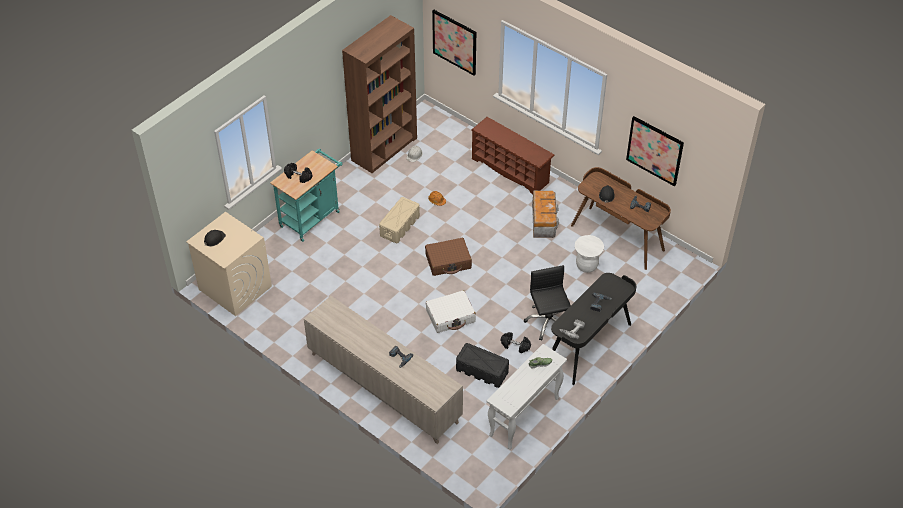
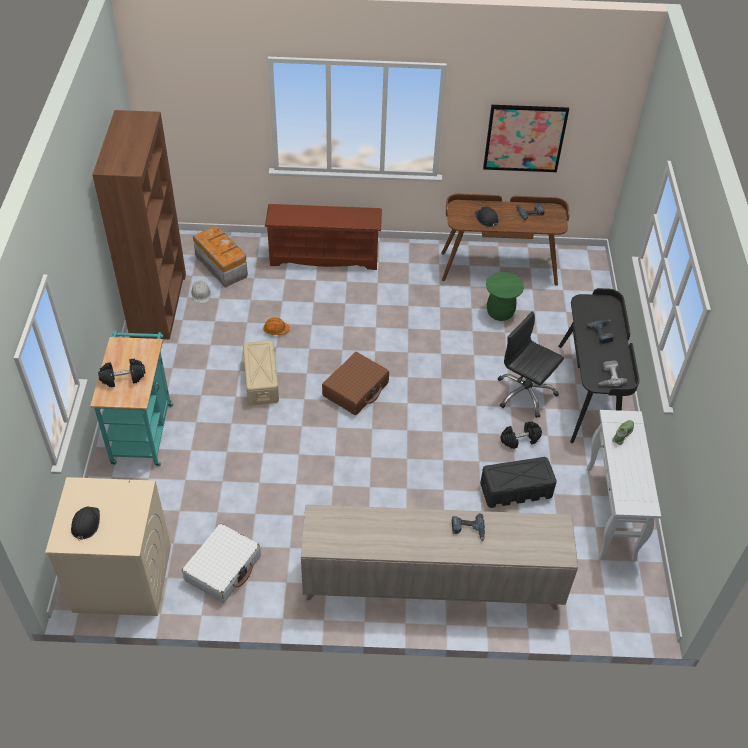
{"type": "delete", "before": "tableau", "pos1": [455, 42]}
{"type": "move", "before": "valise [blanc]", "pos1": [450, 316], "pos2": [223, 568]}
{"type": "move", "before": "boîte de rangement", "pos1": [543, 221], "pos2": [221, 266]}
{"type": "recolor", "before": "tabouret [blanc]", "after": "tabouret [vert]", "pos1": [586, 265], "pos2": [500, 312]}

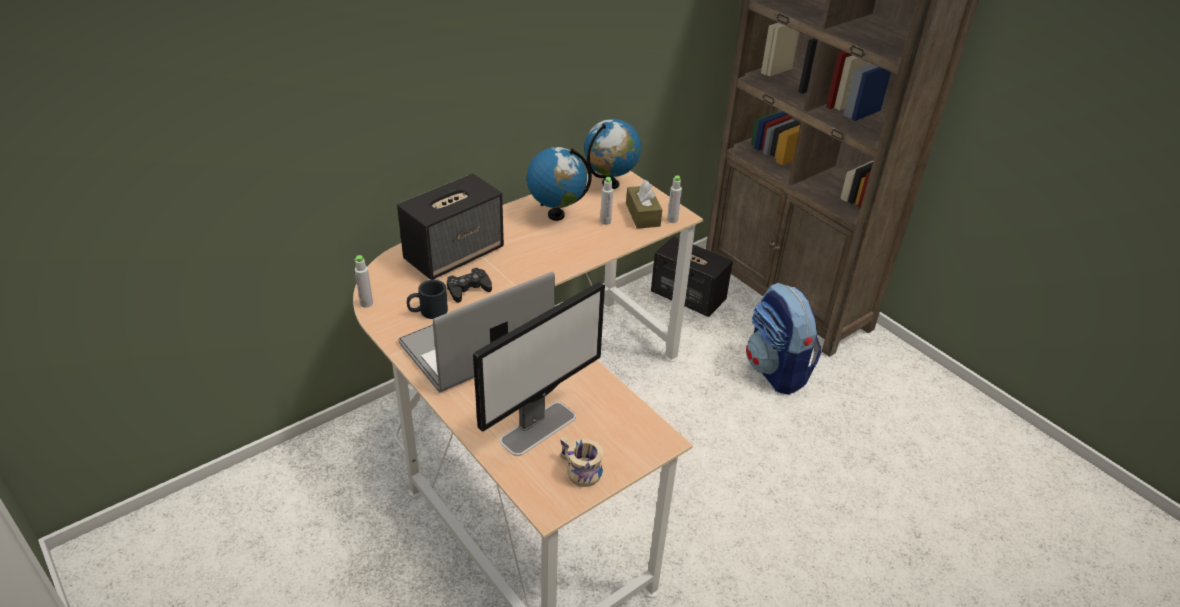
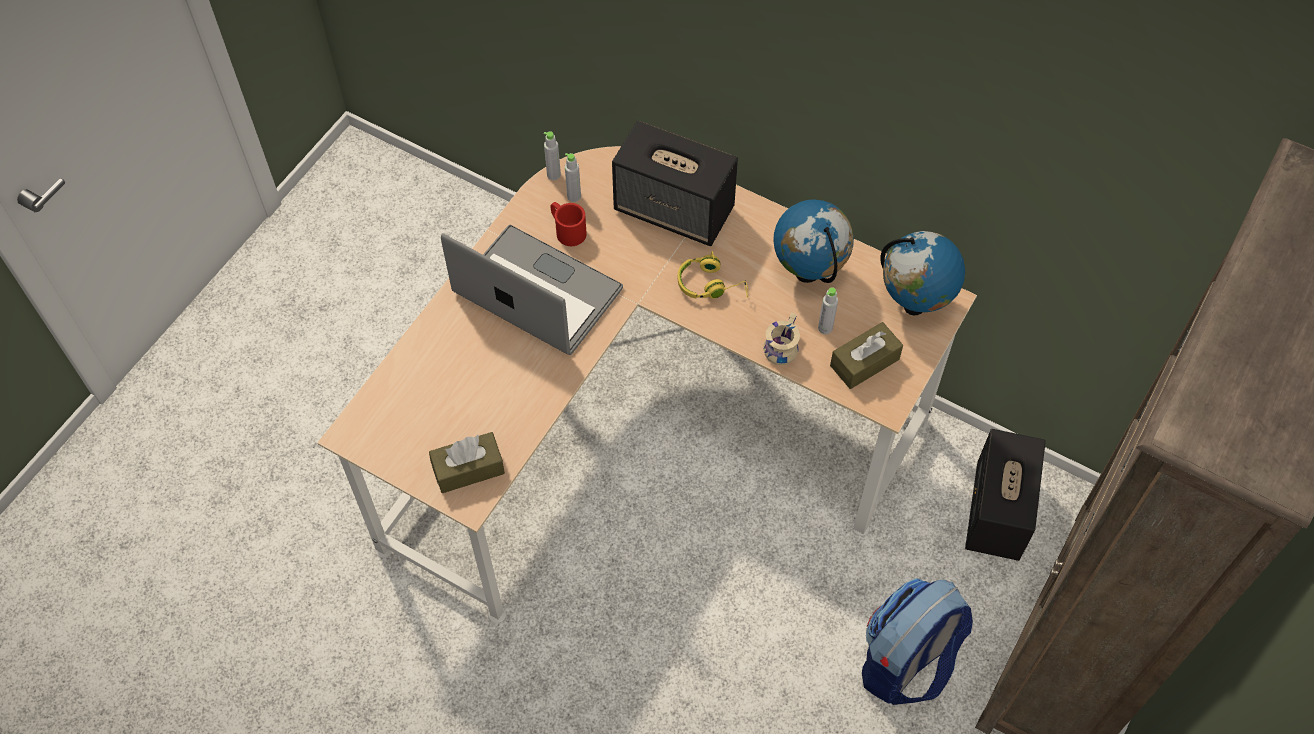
{"type": "delete", "before": "manette [noir]", "pos1": [468, 289]}
{"type": "delete", "before": "écran d'ordinateur", "pos1": [539, 428]}
{"type": "insert", "after": "boîte à mouchoirs [marron]", "pos2": [468, 469]}
{"type": "insert", "after": "casque audio [jaune]", "pos2": [711, 284]}
{"type": "move", "before": "mug [beige]", "pos1": [578, 471], "pos2": [780, 346]}
{"type": "move", "before": "bouteille [gris]", "pos1": [672, 220], "pos2": [574, 196]}
{"type": "recolor", "before": "mug [noir]", "after": "mug [rouge]", "pos1": [428, 311], "pos2": [567, 230]}

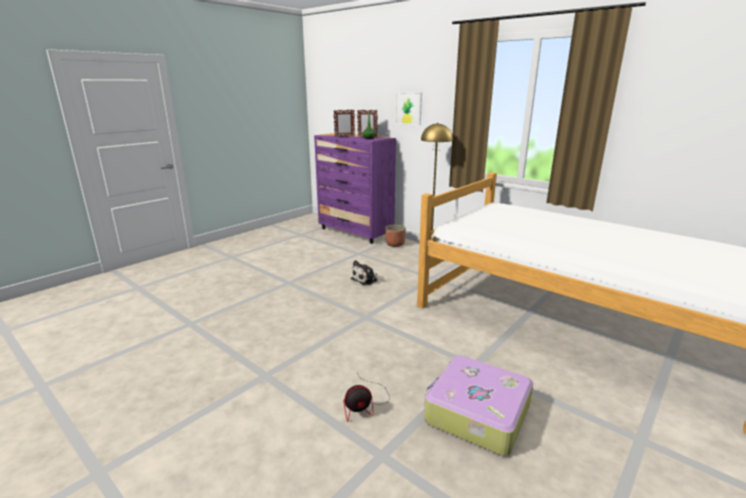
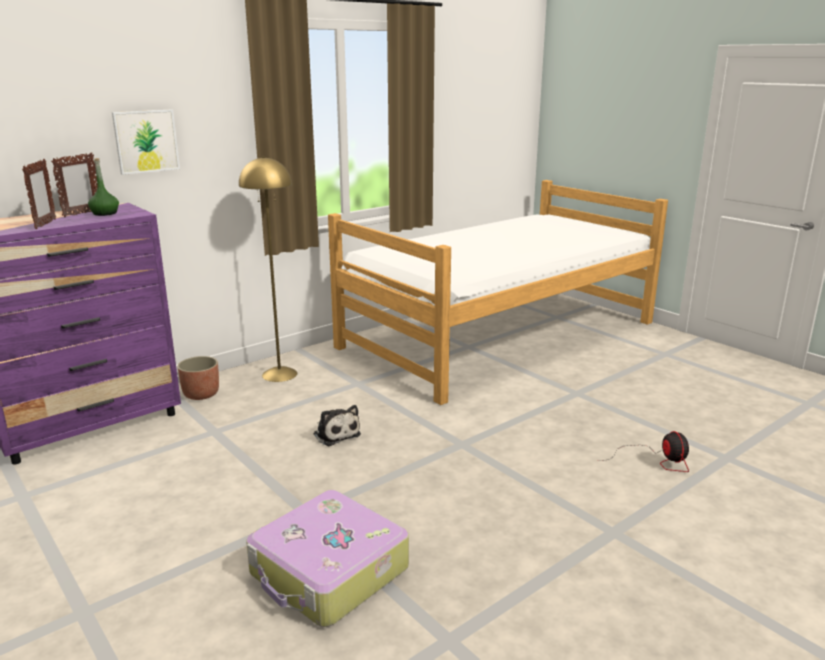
{"type": "move", "before": "valise", "pos1": [476, 413], "pos2": [329, 572]}

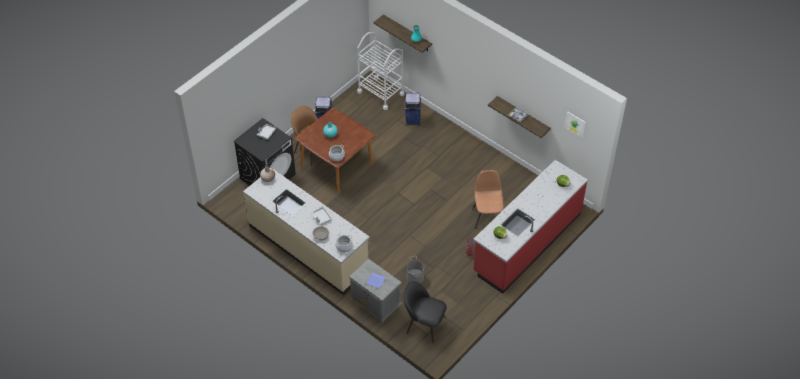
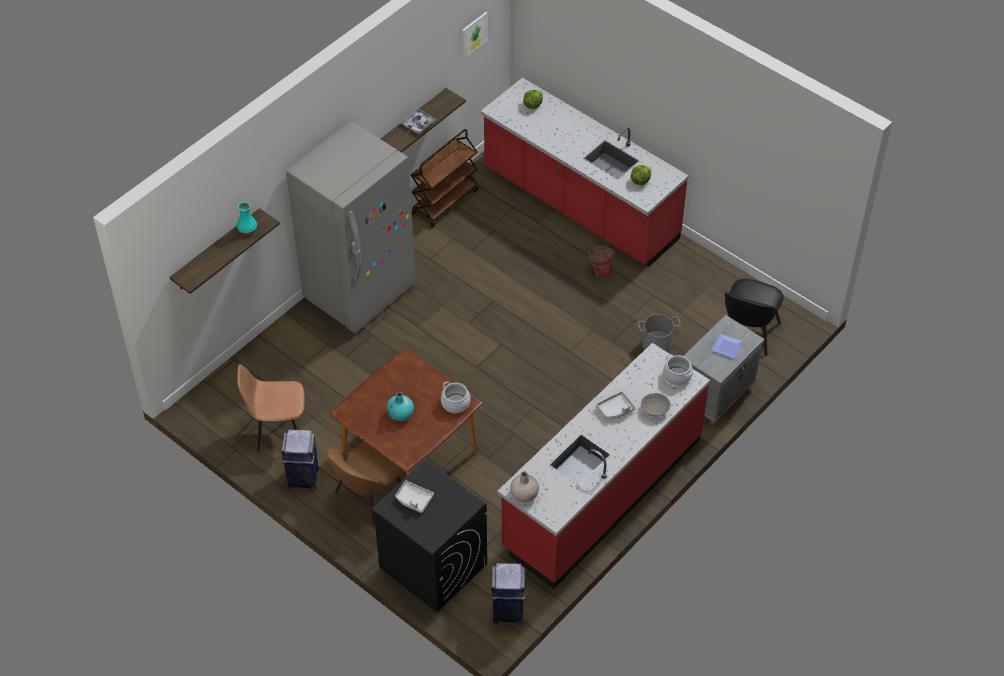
{"type": "delete", "before": "chariot [blanc]", "pos1": [380, 93]}
{"type": "insert", "after": "réfrigérateur [gris]", "pos2": [359, 292]}
{"type": "insert", "after": "chariot [marron]", "pos2": [445, 201]}
{"type": "move", "before": "poubelle [bleu]", "pos1": [412, 120], "pos2": [508, 611]}
{"type": "move", "before": "chaise [marron]", "pos1": [487, 216], "pos2": [278, 430]}
{"type": "recolor", "before": "comptoir de cuisine [beige]", "after": "comptoir de cuisine [rouge]", "pos1": [308, 247], "pos2": [601, 493]}

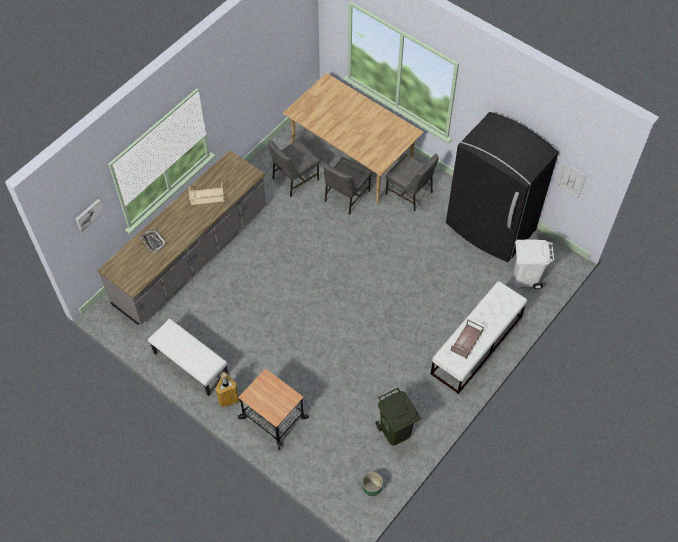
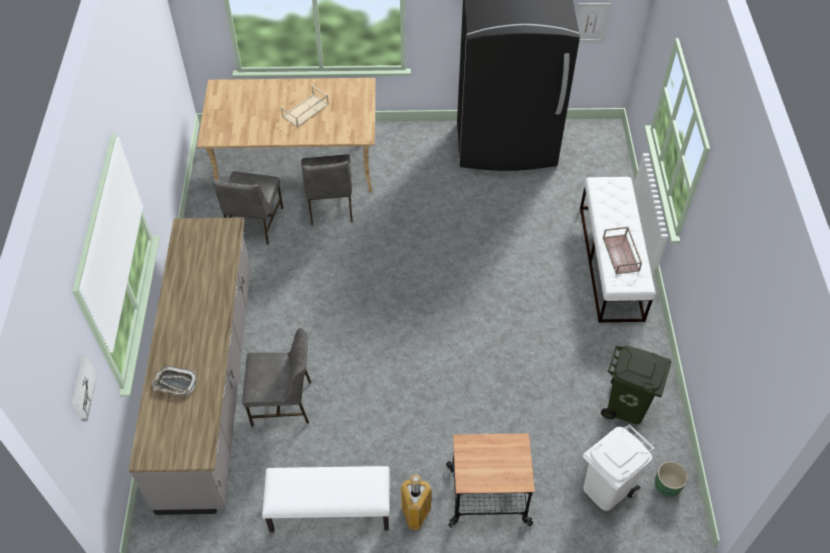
{"type": "move", "before": "plateau [beige]", "pos1": [206, 196], "pos2": [305, 111]}
{"type": "move", "before": "chaise [gris]", "pos1": [410, 193], "pos2": [283, 402]}
{"type": "move", "before": "poubelle [blanc]", "pos1": [526, 277], "pos2": [605, 488]}

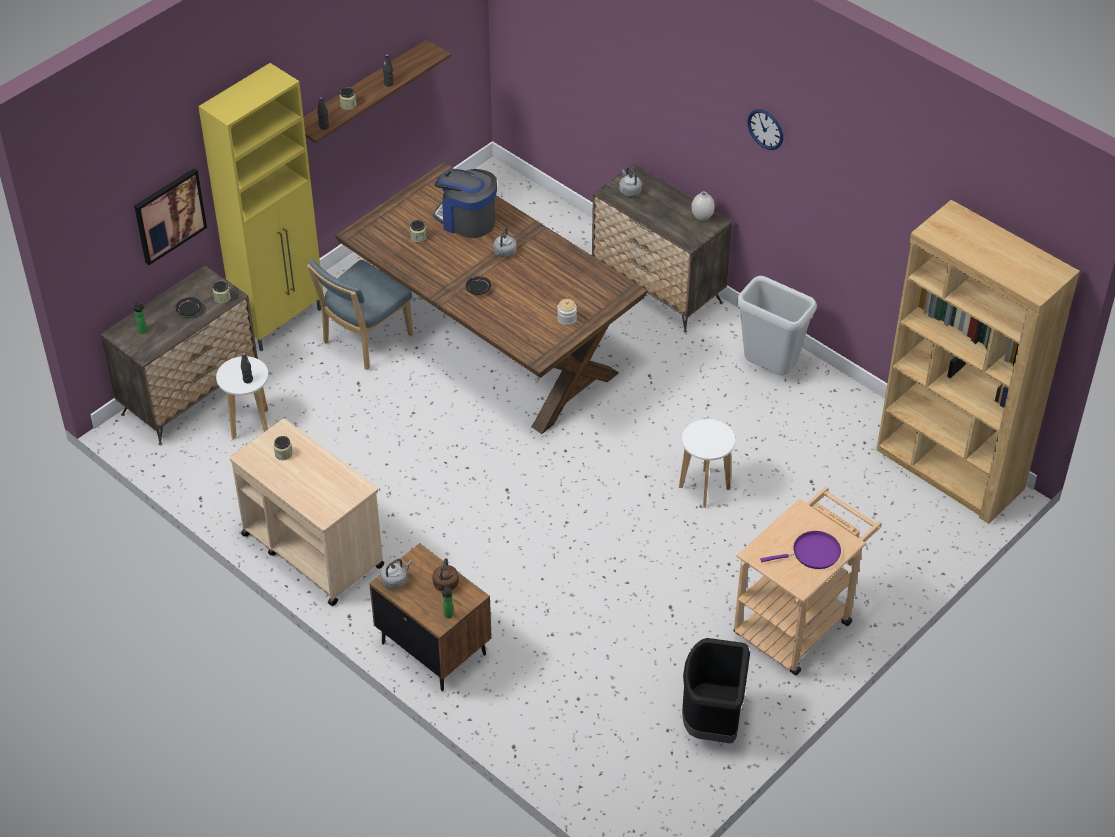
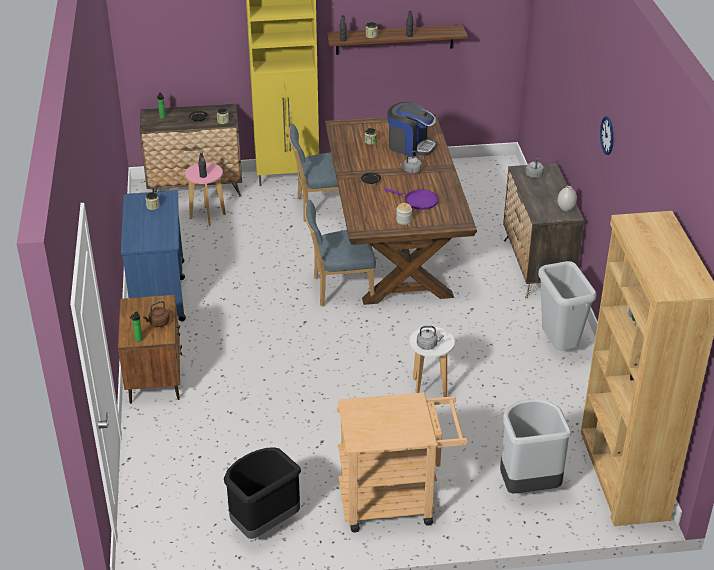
{"type": "delete", "before": "tableau", "pos1": [169, 215]}
{"type": "insert", "after": "chaise [bleu]", "pos2": [340, 289]}
{"type": "insert", "after": "poubelle [gris]", "pos2": [527, 485]}
{"type": "move", "before": "bouilloire [gris]", "pos1": [395, 580], "pos2": [428, 345]}
{"type": "move", "before": "poêle [violet]", "pos1": [812, 553], "pos2": [418, 201]}
{"type": "recolor", "before": "tabouret [blanc]", "after": "tabouret [rose]", "pos1": [250, 424], "pos2": [208, 216]}
{"type": "recolor", "before": "chariot [beige]", "after": "chariot [bleu]", "pos1": [312, 549], "pos2": [158, 292]}
{"type": "rotate", "before": "machine à café", "pos1": [466, 220], "pos2": [410, 146], "turn": 135}

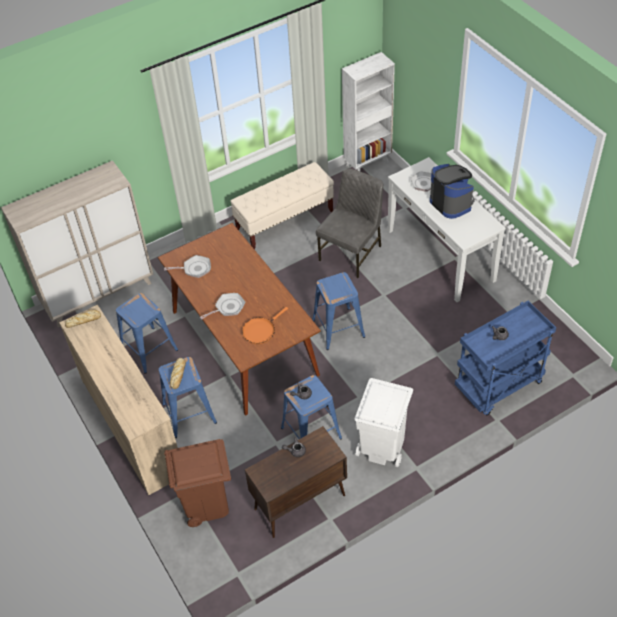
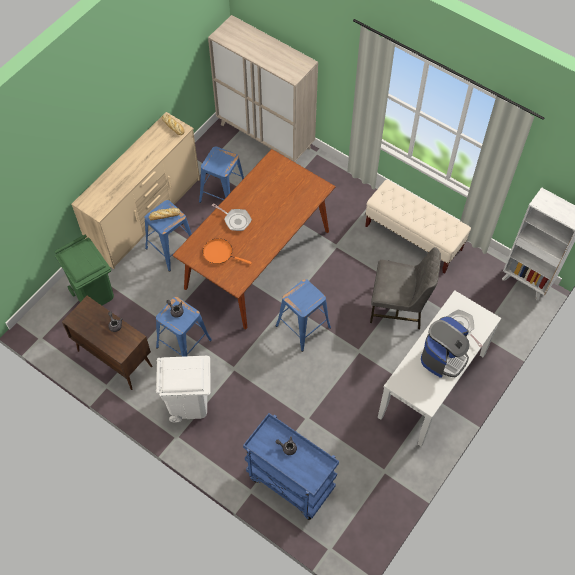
{"type": "delete", "before": "poêle", "pos1": [195, 269]}
{"type": "recolor", "before": "poubelle [marron]", "after": "poubelle [vert]", "pos1": [206, 503], "pos2": [94, 293]}

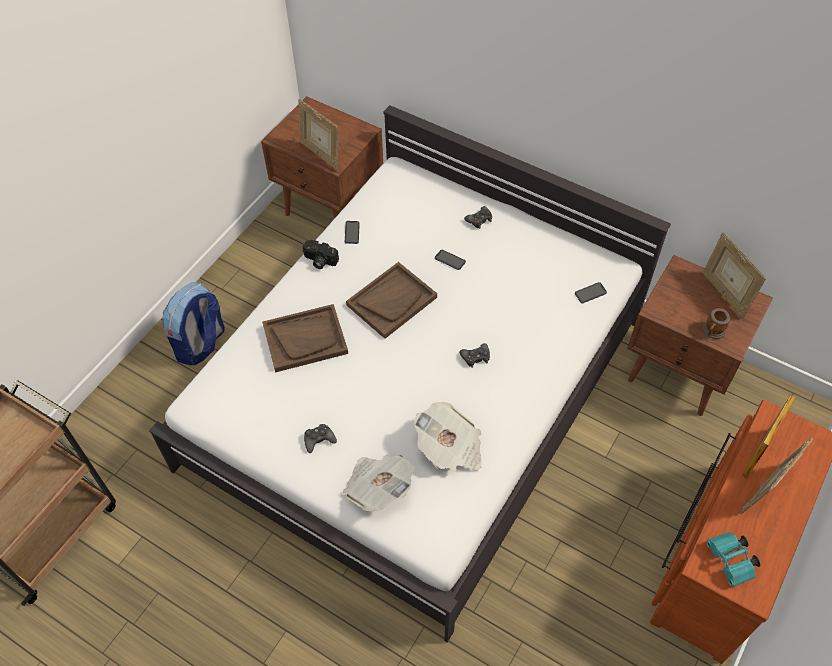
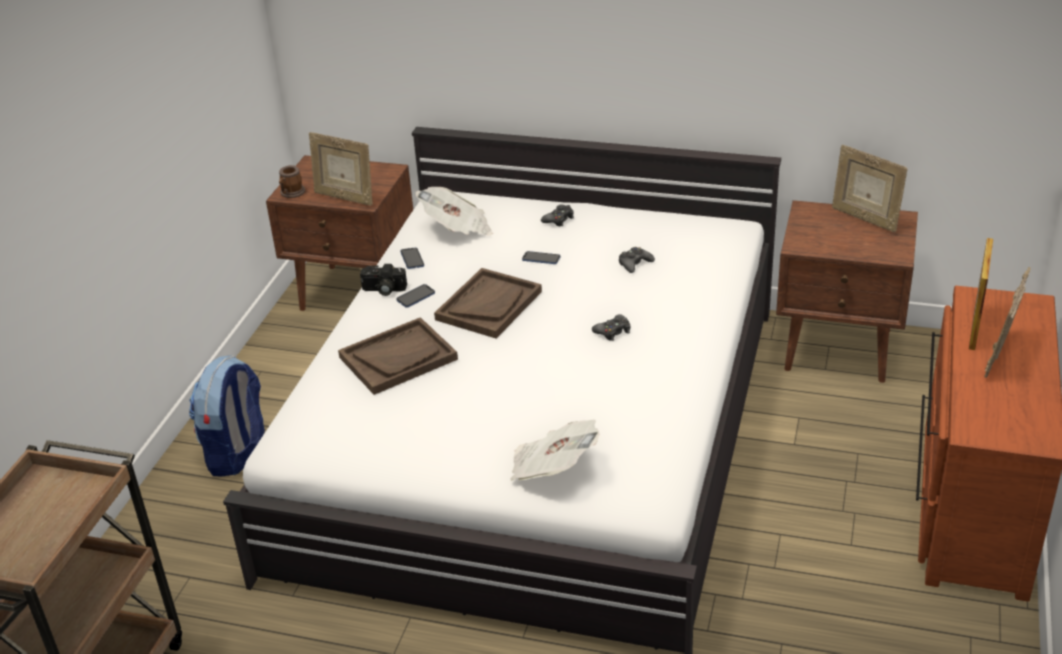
{"type": "delete", "before": "jumelles [turquoise]", "pos1": [731, 562]}
{"type": "move", "before": "manette [noir]", "pos1": [319, 440], "pos2": [634, 264]}
{"type": "move", "before": "journal", "pos1": [450, 448], "pos2": [457, 229]}
{"type": "move", "before": "téléphone", "pos1": [590, 293], "pos2": [415, 297]}
{"type": "move", "before": "mug", "pos1": [713, 331], "pos2": [291, 193]}

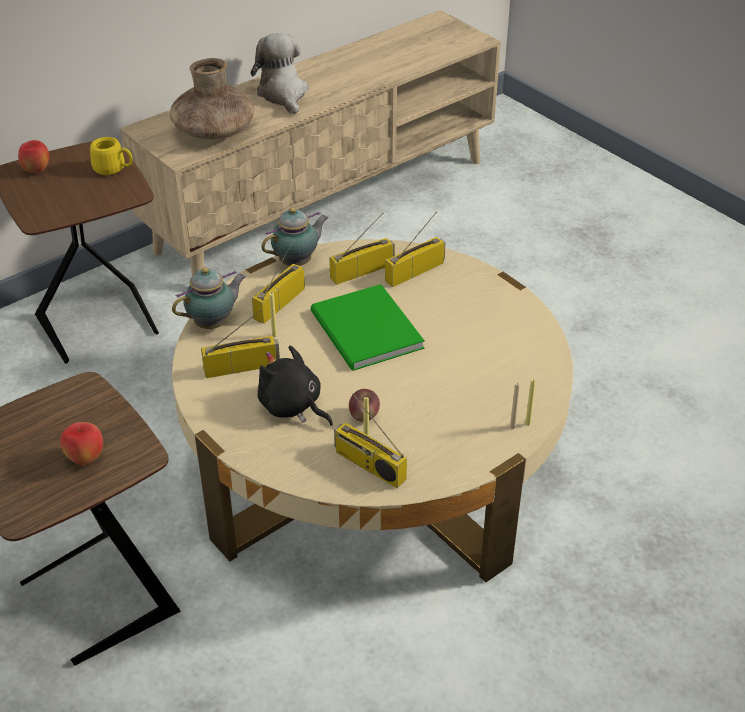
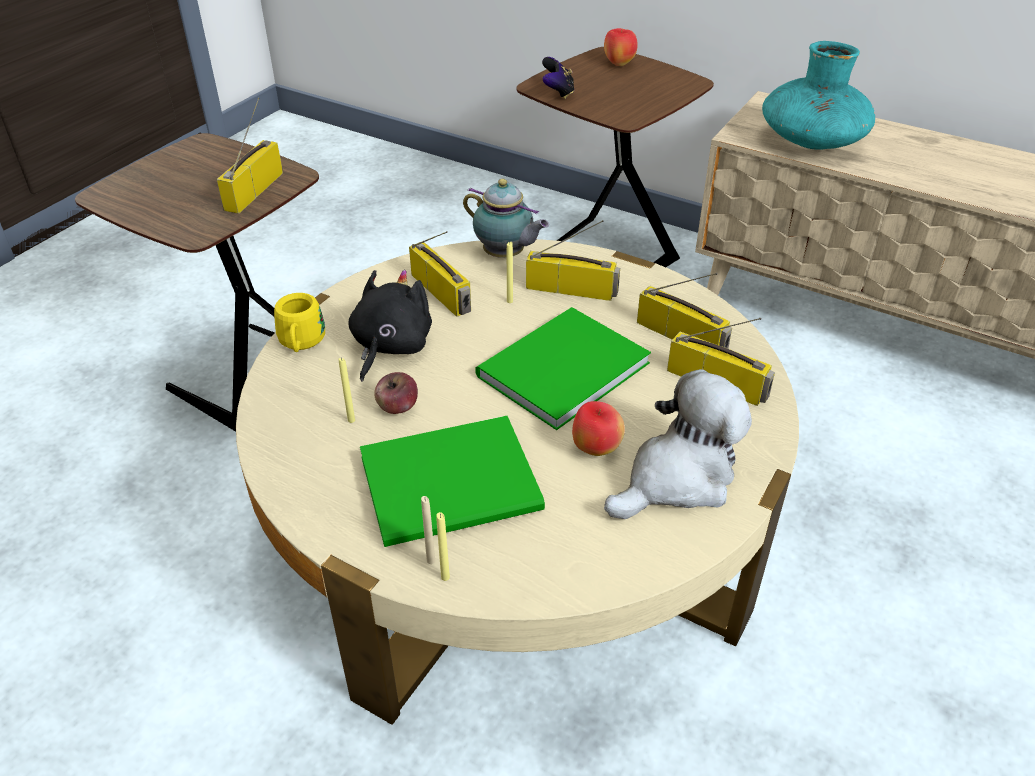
{"type": "delete", "before": "théière", "pos1": [297, 262]}
{"type": "insert", "after": "livre [vert]", "pos2": [456, 486]}
{"type": "insert", "after": "manette", "pos2": [557, 93]}
{"type": "move", "before": "pomme", "pos1": [85, 459], "pos2": [596, 449]}
{"type": "move", "before": "mug [jaune]", "pos1": [114, 169], "pos2": [301, 344]}
{"type": "move", "before": "peluche", "pos1": [283, 94], "pos2": [678, 478]}
{"type": "move", "before": "radio", "pos1": [368, 465], "pos2": [254, 190]}
{"type": "recolor", "before": "vase [marron]", "after": "vase [turquoise]", "pos1": [214, 132], "pos2": [811, 141]}

